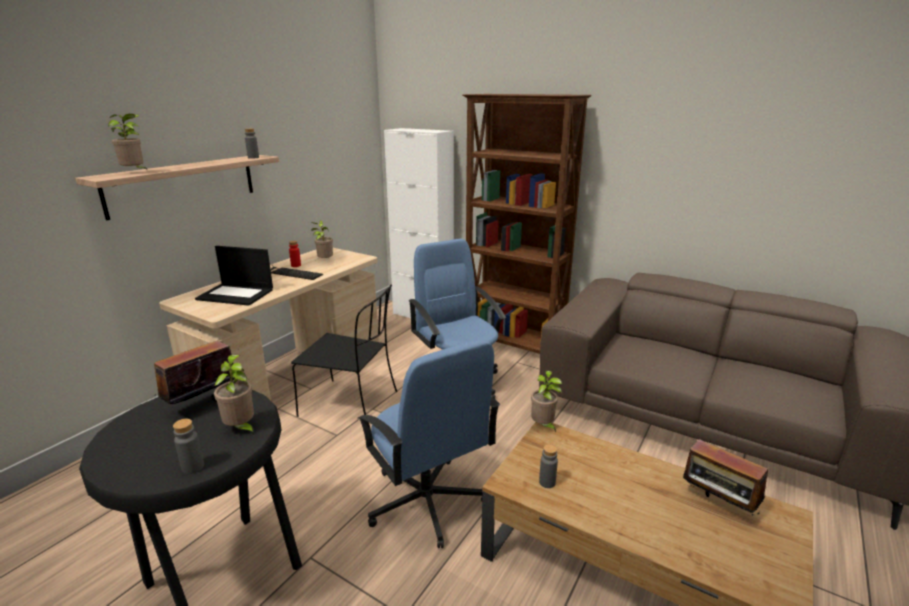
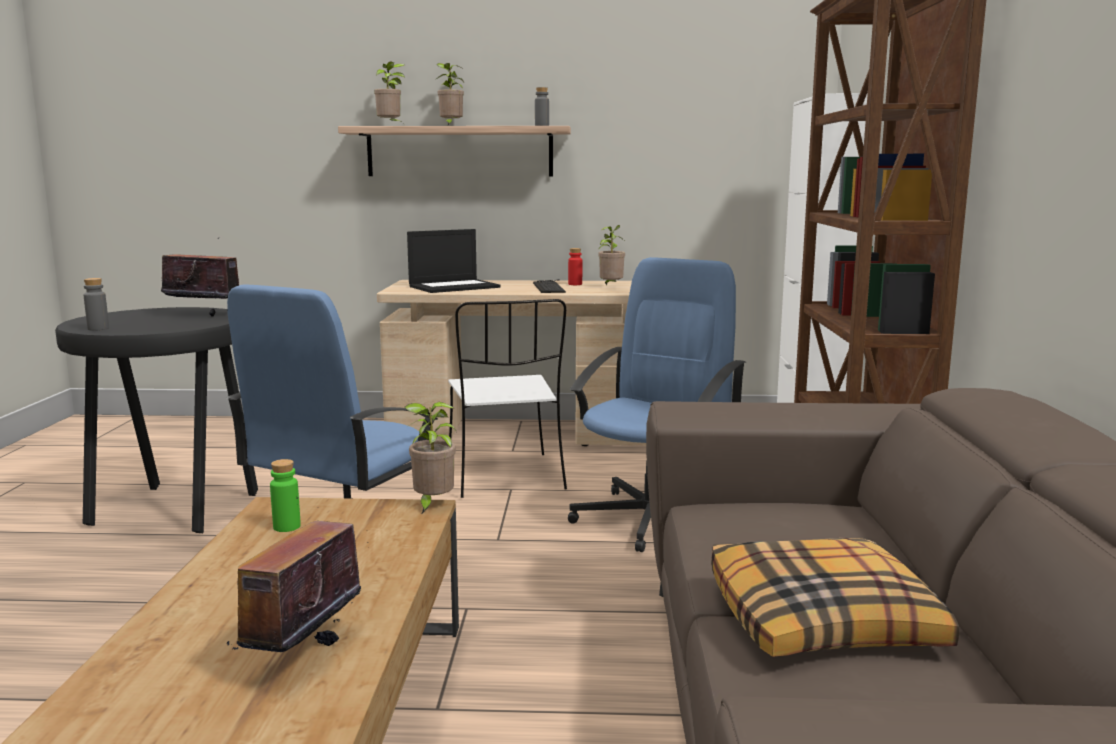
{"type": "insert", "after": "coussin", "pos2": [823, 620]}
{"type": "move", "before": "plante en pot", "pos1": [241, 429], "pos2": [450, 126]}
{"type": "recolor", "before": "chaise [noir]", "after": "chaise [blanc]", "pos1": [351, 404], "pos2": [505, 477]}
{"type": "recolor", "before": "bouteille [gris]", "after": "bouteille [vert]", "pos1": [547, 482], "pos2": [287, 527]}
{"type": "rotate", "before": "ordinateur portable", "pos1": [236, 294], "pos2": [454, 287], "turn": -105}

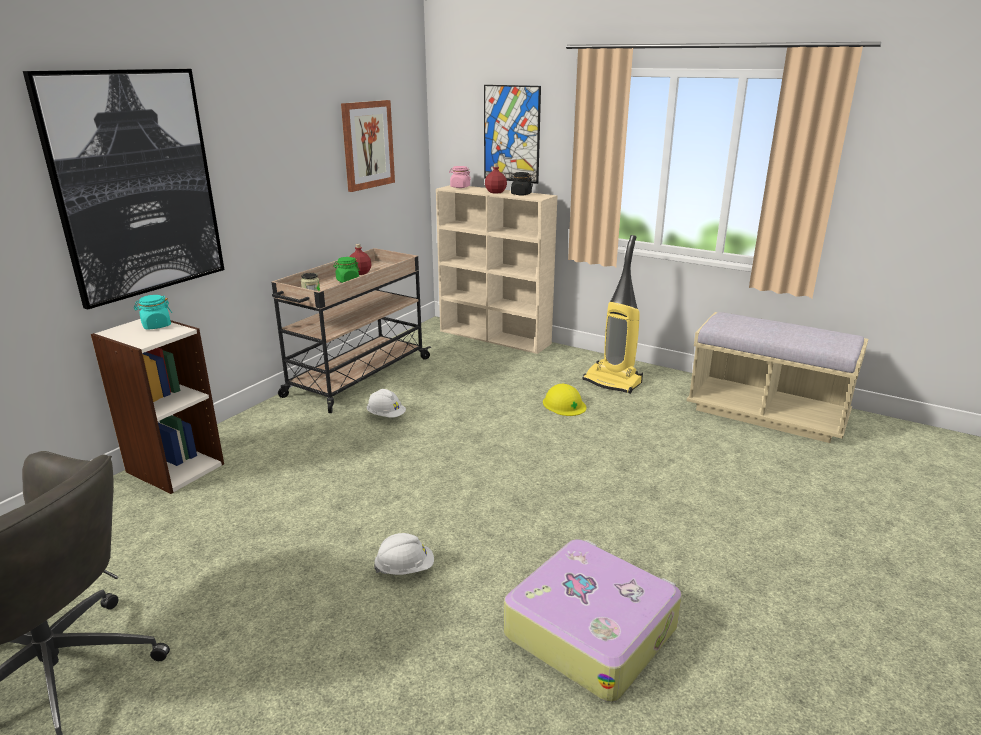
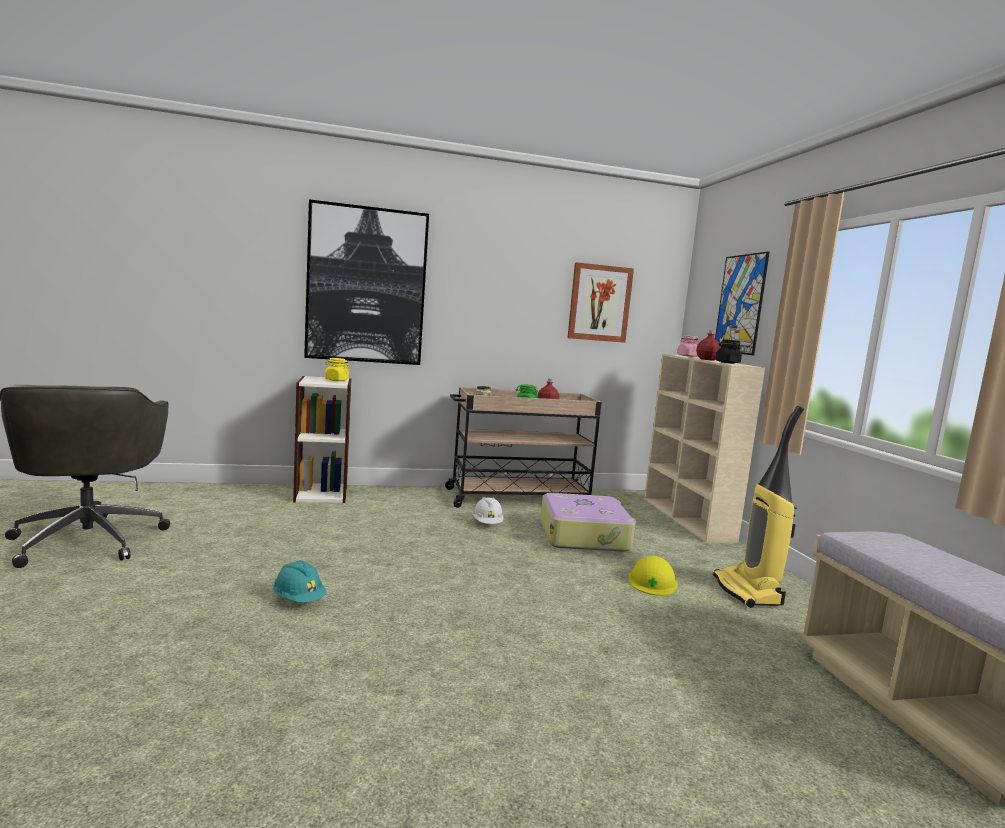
{"type": "move", "before": "valise", "pos1": [590, 630], "pos2": [584, 535]}
{"type": "recolor", "before": "bocal [turquoise]", "after": "bocal [jaune]", "pos1": [156, 326], "pos2": [336, 380]}
{"type": "recolor", "before": "casque de chantier [blanc]", "after": "casque de chantier [turquoise]", "pos1": [405, 569], "pos2": [299, 600]}

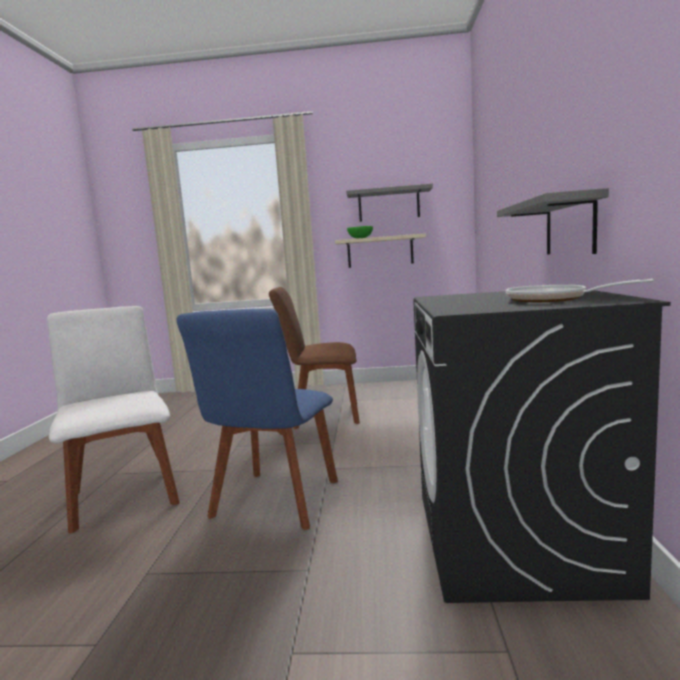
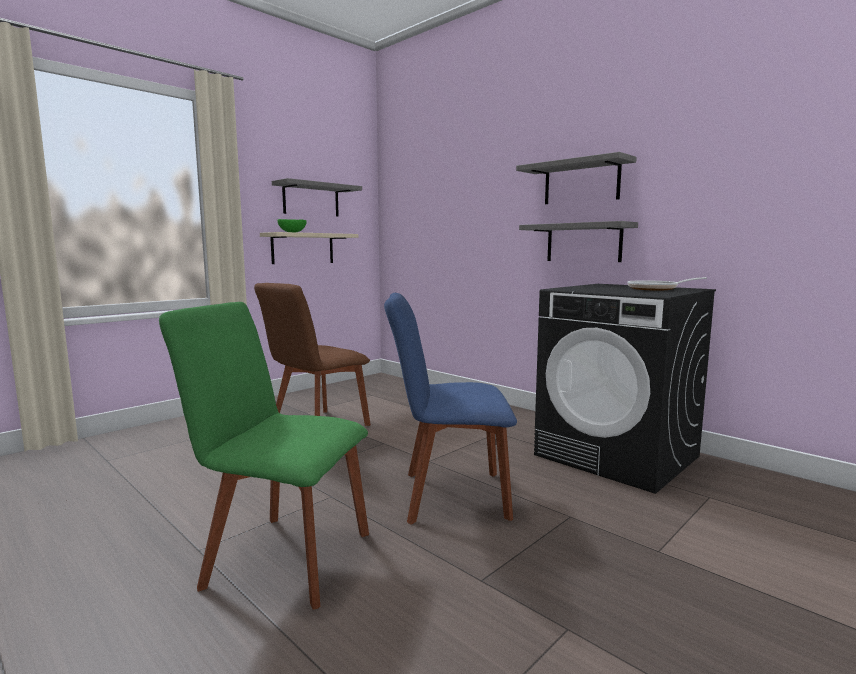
{"type": "insert", "after": "étagère [gris]", "pos2": [581, 182]}
{"type": "recolor", "before": "chaise [blanc]", "after": "chaise [vert]", "pos1": [124, 495], "pos2": [282, 557]}
{"type": "rotate", "before": "chaise [bleu]", "pos1": [274, 502], "pos2": [448, 496], "turn": 120}

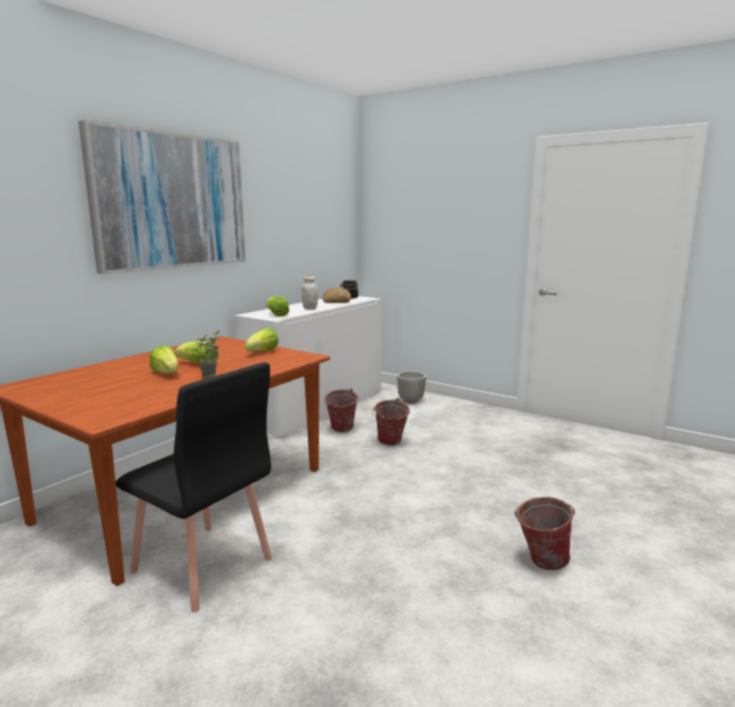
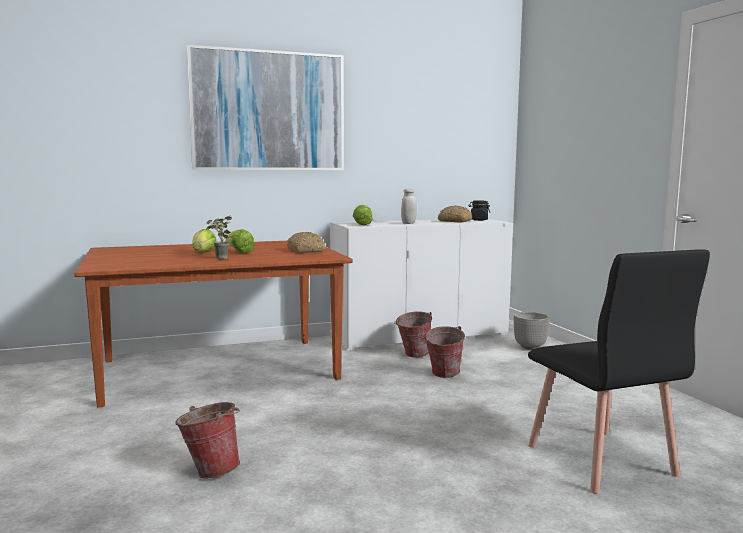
{"type": "move", "before": "chaise [noir]", "pos1": [202, 566], "pos2": [600, 460]}
{"type": "move", "before": "seau", "pos1": [540, 561], "pos2": [210, 470]}
{"type": "replace", "before": "laitue", "after": "pain", "pos1": [262, 352], "pos2": [306, 250]}

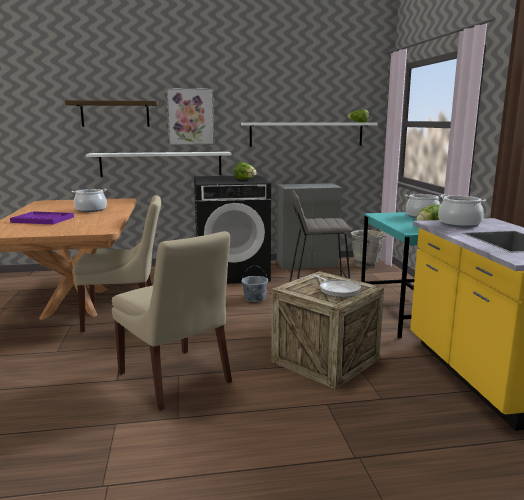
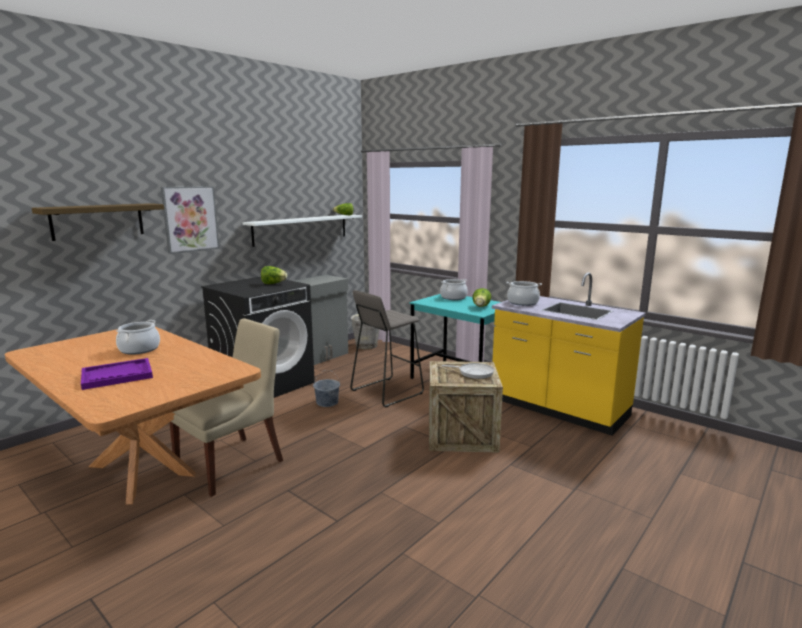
{"type": "delete", "before": "étagère [blanc]", "pos1": [161, 164]}
{"type": "delete", "before": "chaise [beige]", "pos1": [176, 379]}

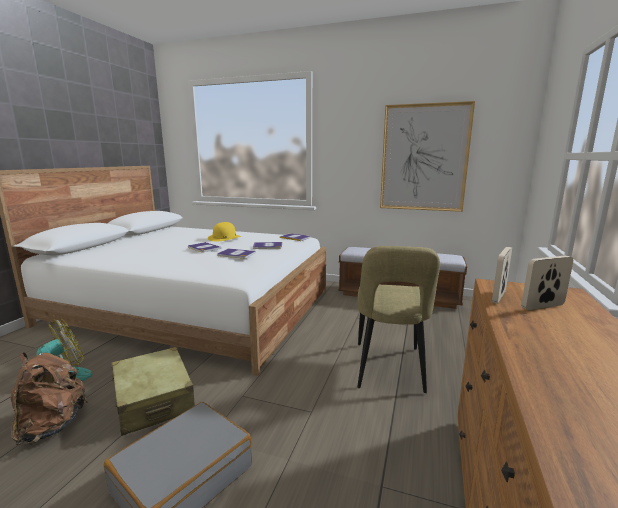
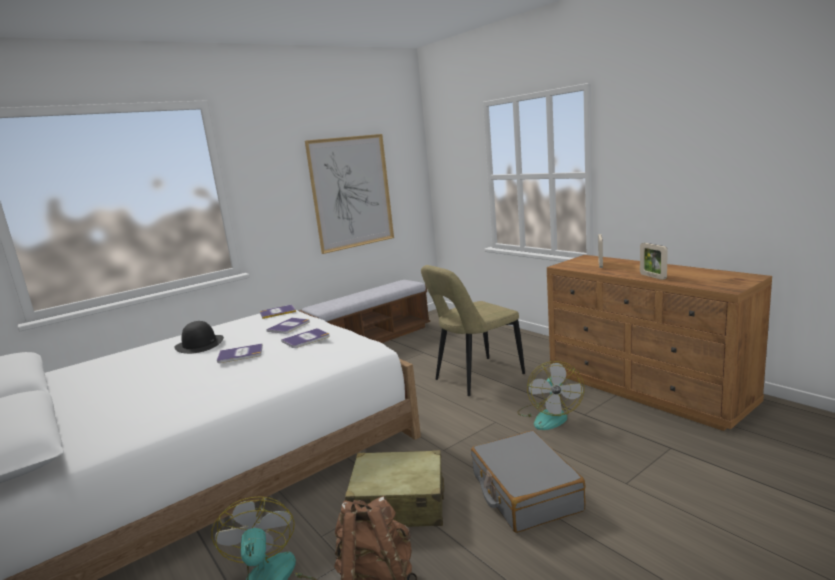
{"type": "insert", "after": "ventilateur", "pos2": [549, 416]}
{"type": "move", "before": "cadre photo", "pos1": [498, 297], "pos2": [652, 276]}
{"type": "recolor", "before": "chapeau [jaune]", "after": "chapeau [noir]", "pos1": [224, 237], "pos2": [200, 344]}
{"type": "rotate", "before": "chaise [beige]", "pos1": [389, 369], "pos2": [475, 378], "turn": 105}

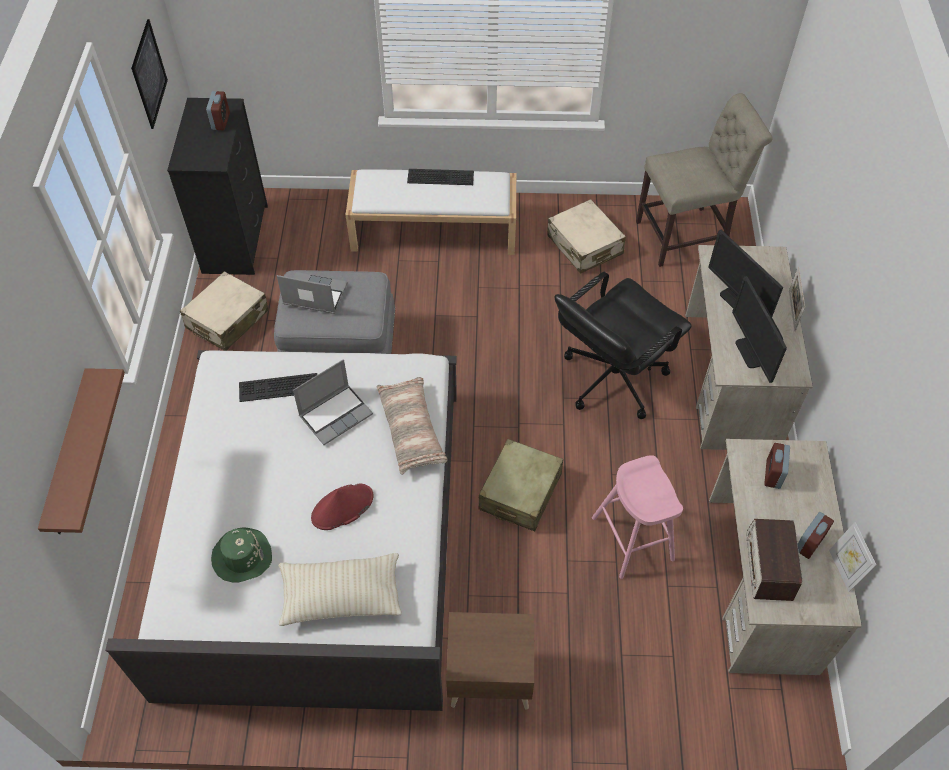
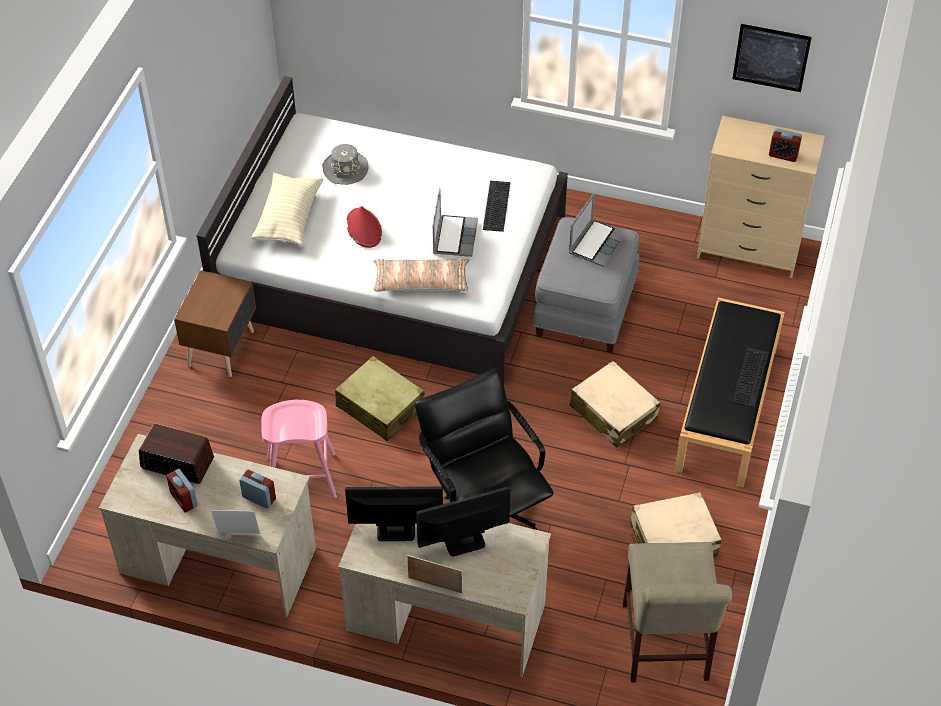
{"type": "delete", "before": "étagère [marron]", "pos1": [69, 456]}
{"type": "move", "before": "valise [beige]", "pos1": [227, 319], "pos2": [613, 412]}
{"type": "move", "before": "cadre photo", "pos1": [843, 569], "pos2": [238, 536]}
{"type": "recolor", "before": "commode [noir]", "after": "commode [beige]", "pos1": [236, 239], "pos2": [749, 249]}
{"type": "recolor", "before": "chapeau [vert]", "after": "chapeau [gris]", "pos1": [242, 556], "pos2": [345, 169]}
{"type": "recolor", "before": "banc [blanc]", "after": "banc [noir]", "pos1": [435, 230], "pos2": [727, 409]}
{"type": "rotate", "before": "ordinateur portable", "pos1": [336, 414], "pos2": [454, 236], "turn": -150}

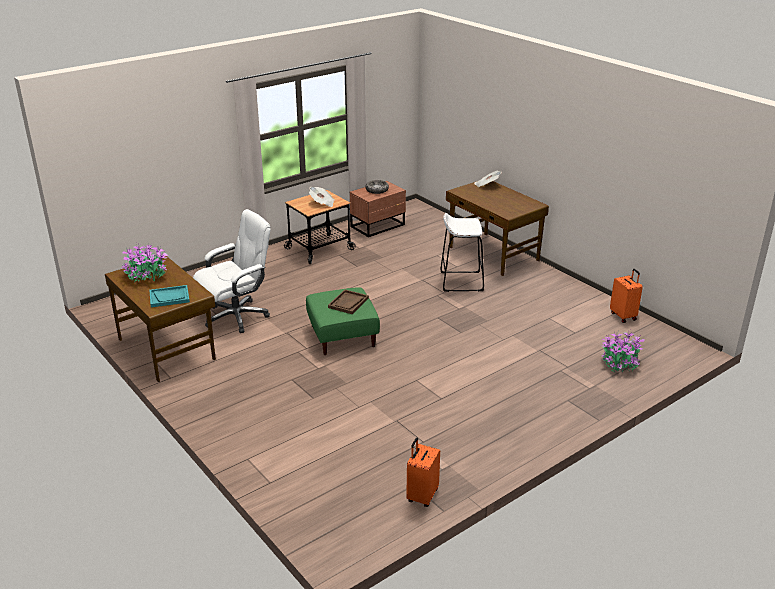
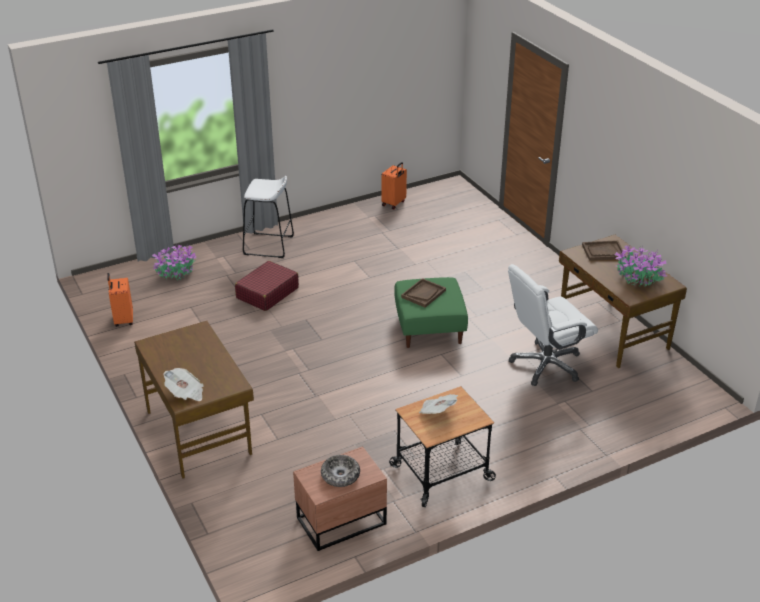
{"type": "insert", "after": "valise [rouge]", "pos2": [267, 293]}
{"type": "move", "before": "tabouret [blanc]", "pos1": [461, 281], "pos2": [268, 245]}
{"type": "recolor", "before": "plateau [turquoise]", "after": "plateau [marron]", "pos1": [169, 297], "pos2": [603, 252]}

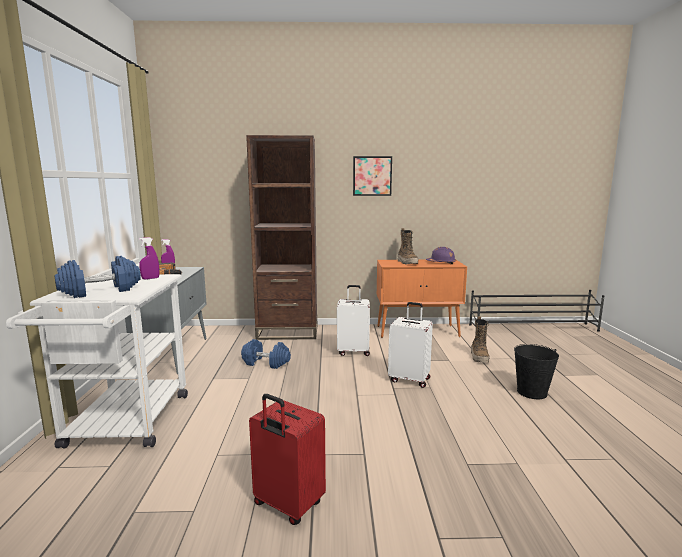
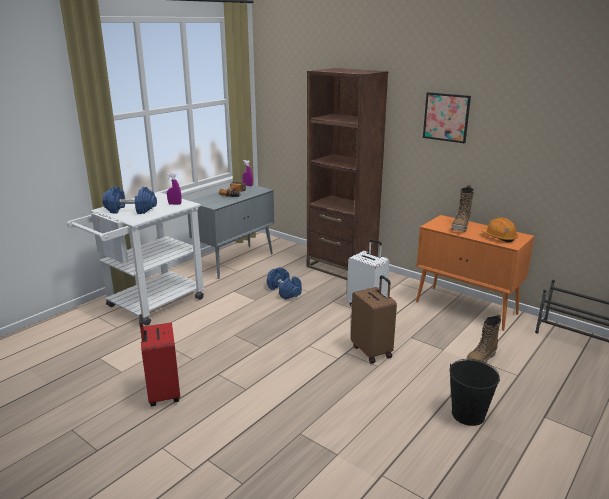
{"type": "recolor", "before": "valise [blanc]", "after": "valise [marron]", "pos1": [410, 379], "pos2": [372, 351]}
{"type": "recolor", "before": "casque de chantier [violet]", "after": "casque de chantier [orange]", "pos1": [441, 263], "pos2": [499, 237]}

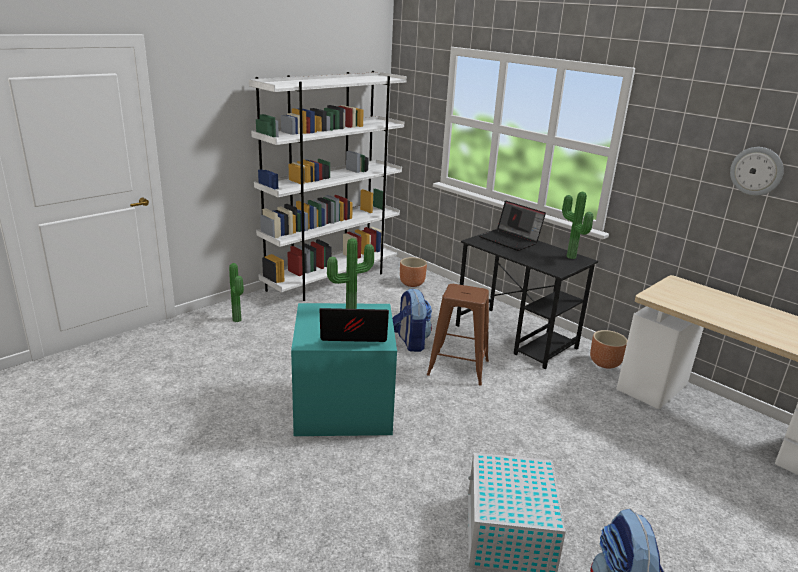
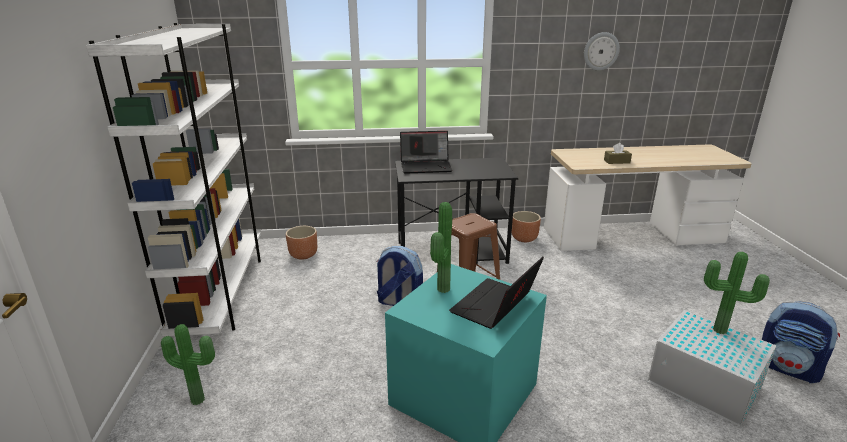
{"type": "insert", "after": "boîte à mouchoirs [marron]", "pos2": [616, 161]}
{"type": "move", "before": "plante en pot", "pos1": [569, 257], "pos2": [720, 332]}

